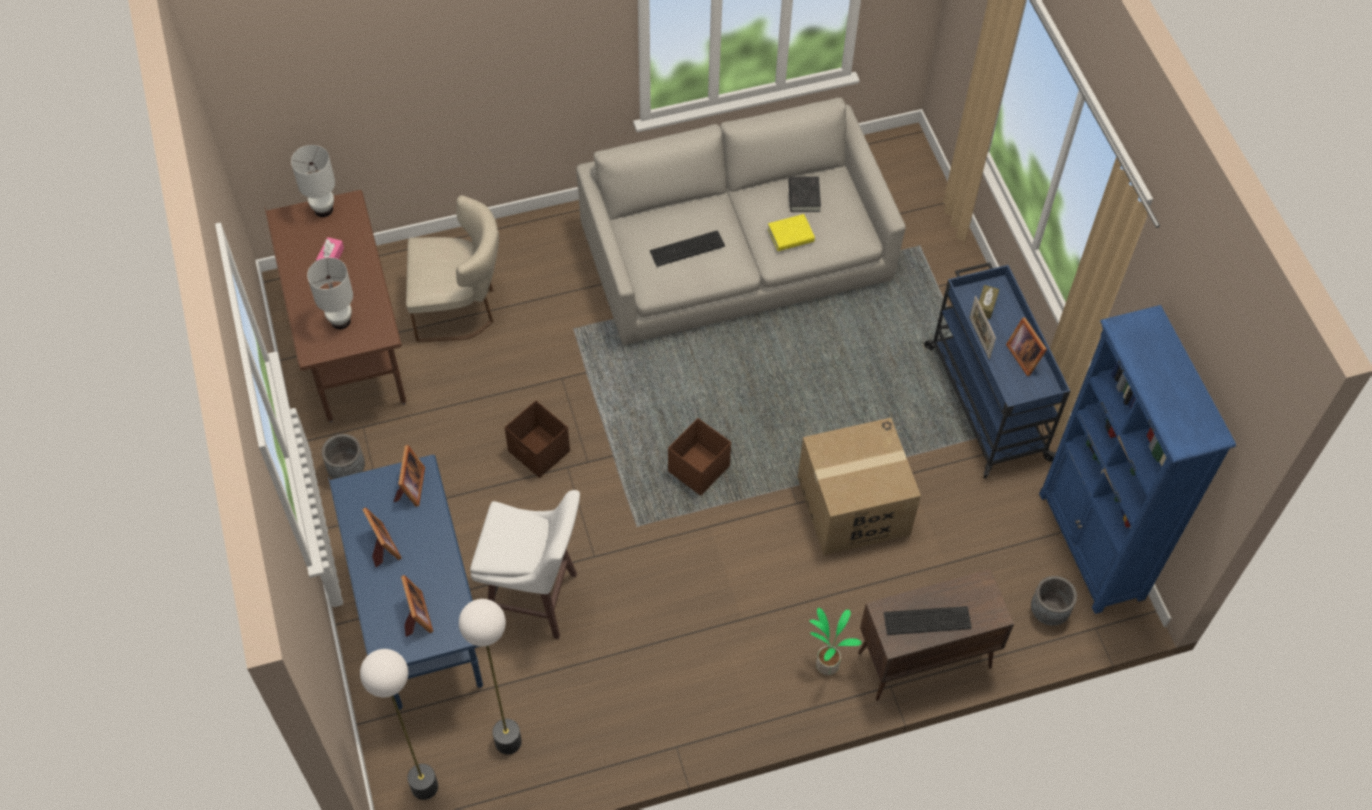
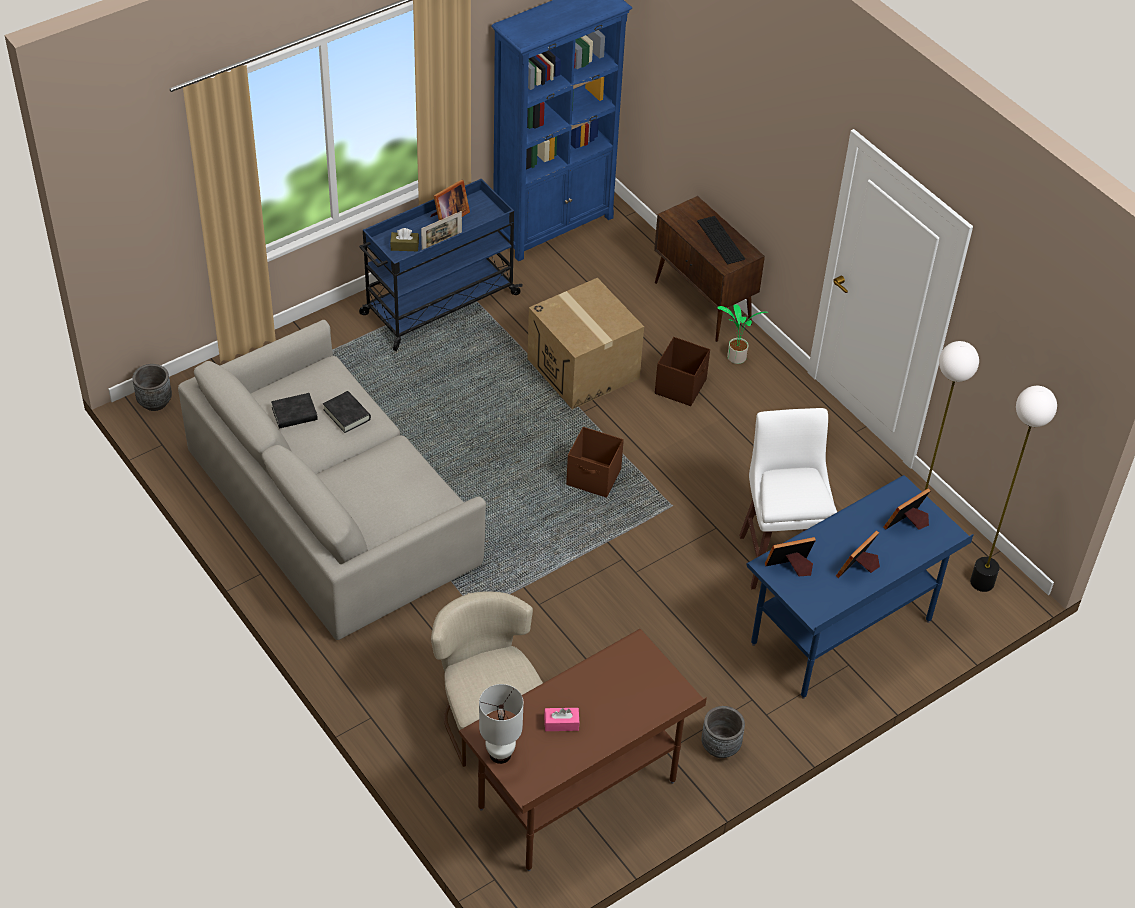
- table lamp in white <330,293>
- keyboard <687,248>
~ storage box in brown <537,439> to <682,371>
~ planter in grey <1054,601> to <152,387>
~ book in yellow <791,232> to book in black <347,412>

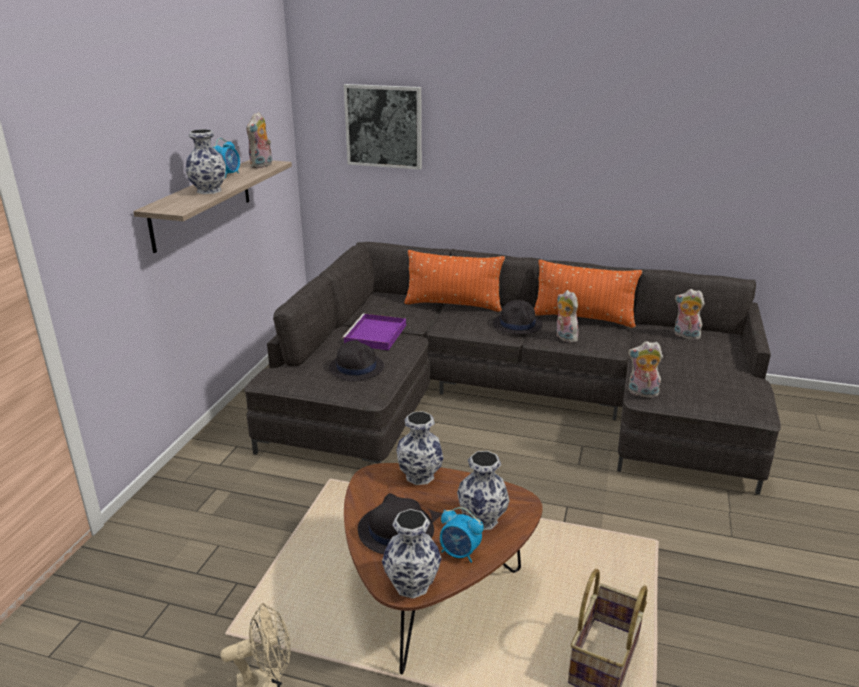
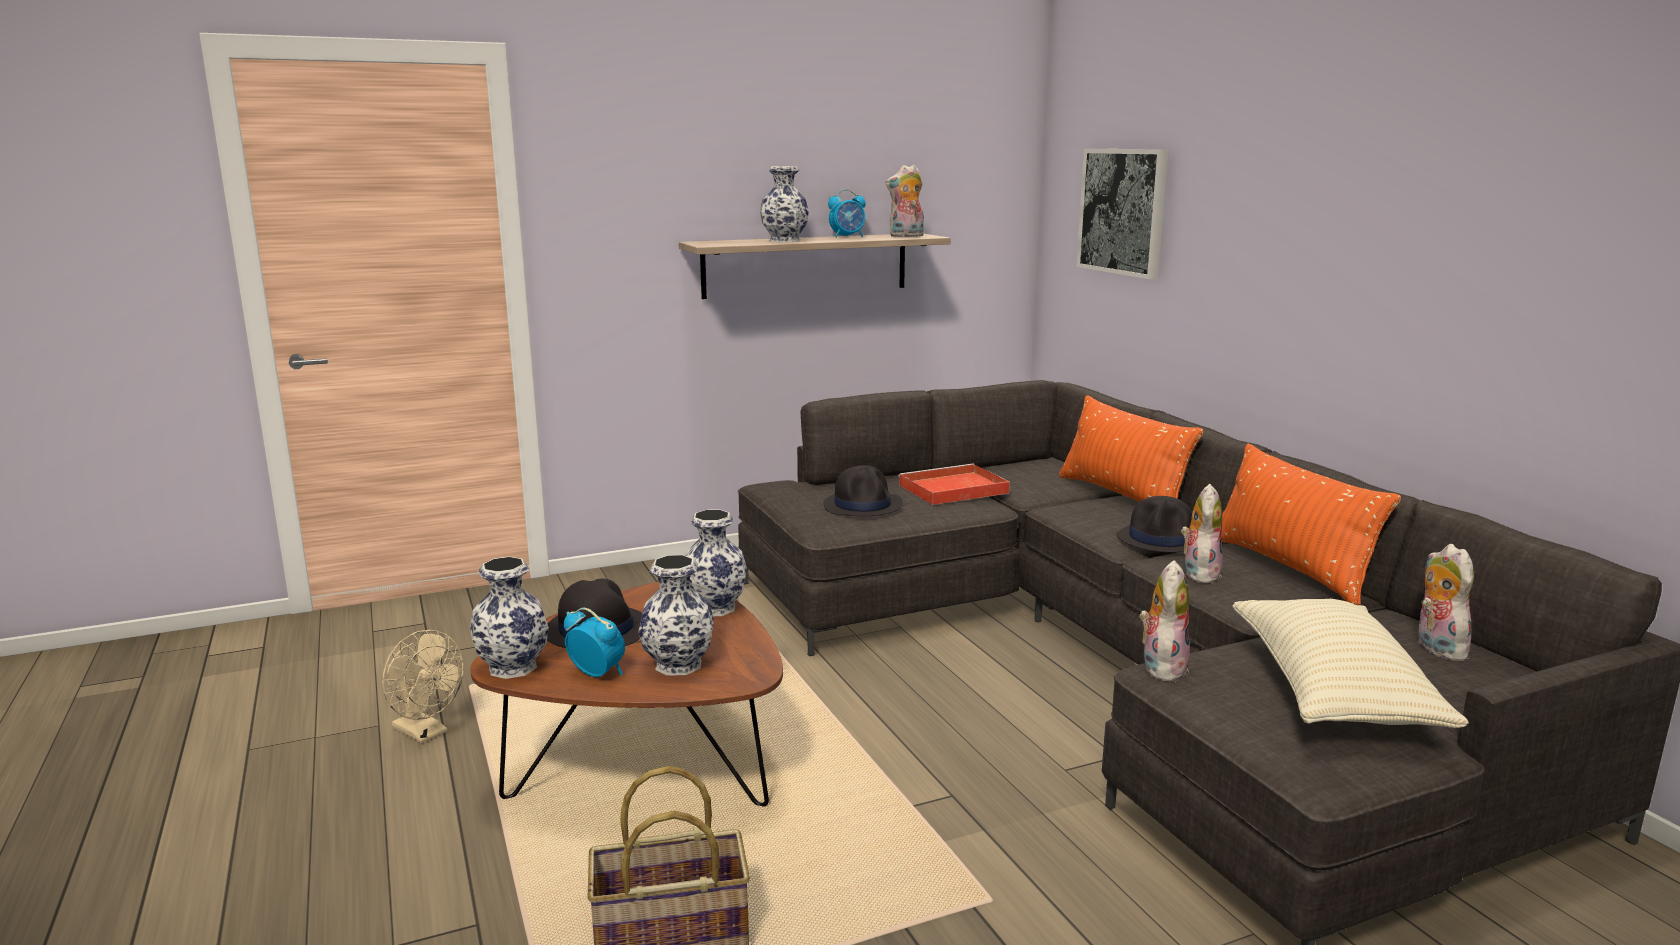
+ pillow in beige <1351,663>
~ tray in purple <374,332> to tray in red <954,484>
~ alarm clock <462,535> = <594,642> 135 degrees clockwise
~ plush toy <645,369> = <1164,620> 45 degrees clockwise

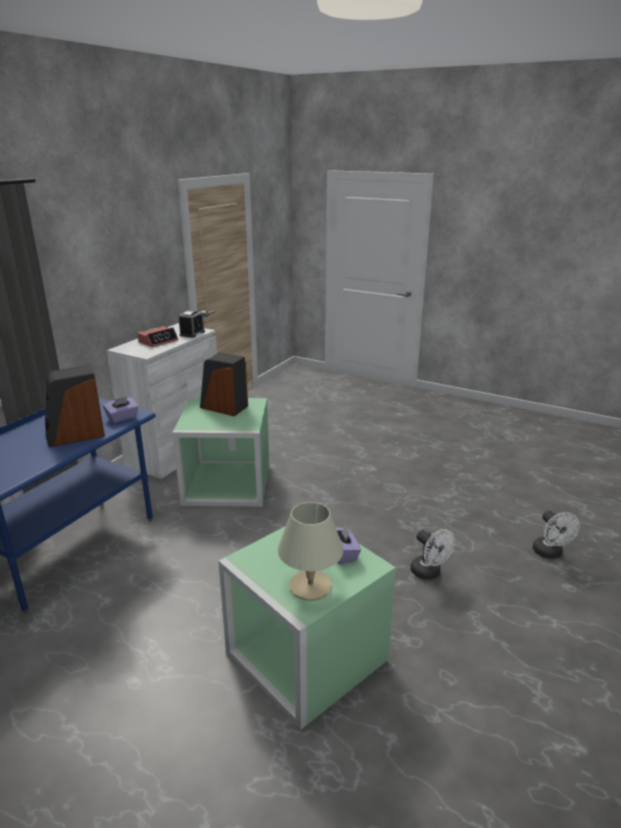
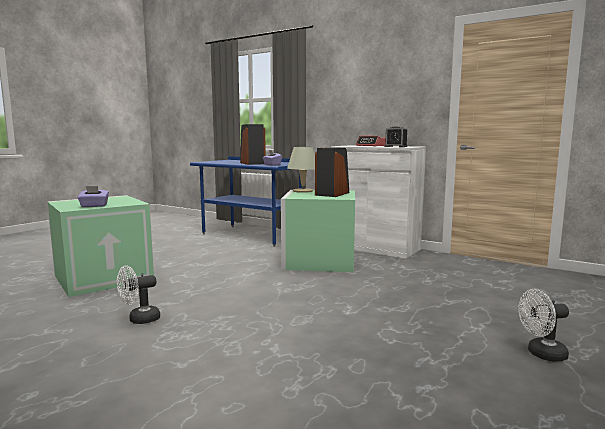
~ table lamp in beige <310,551> to <301,170>
~ fan in white <556,535> to <543,325>

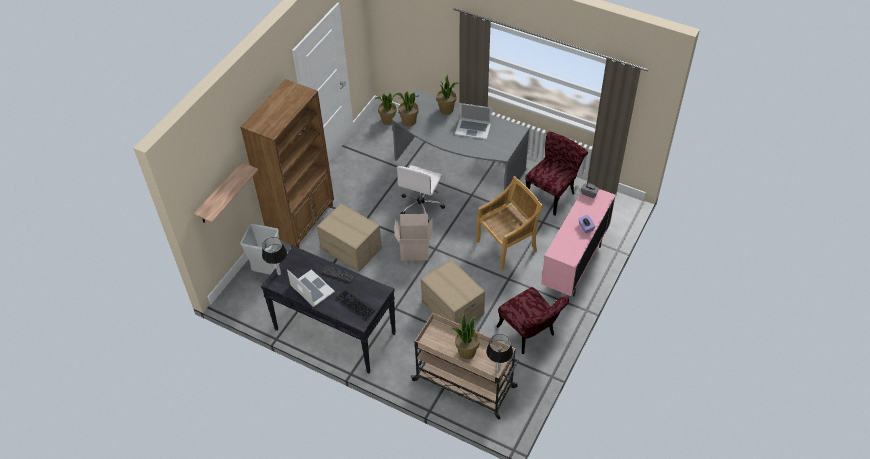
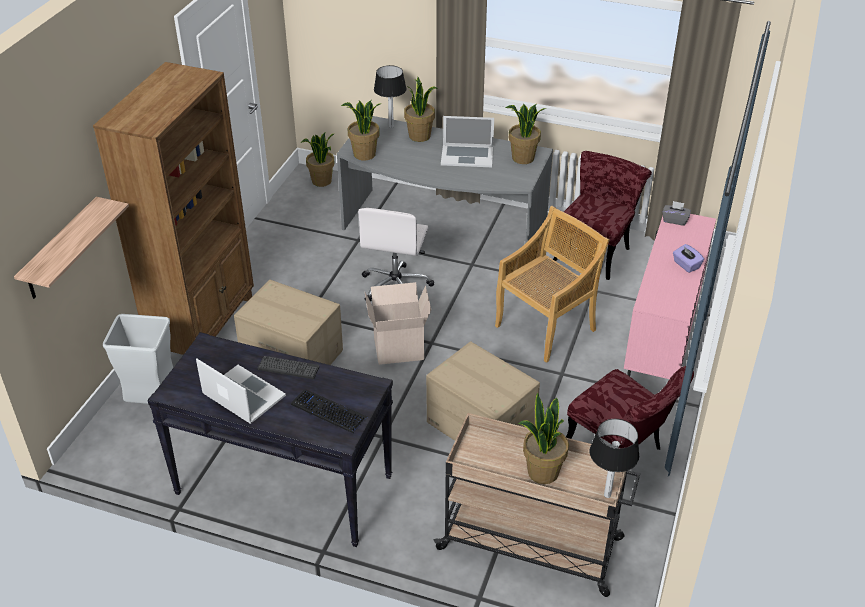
+ potted plant <526,133>
~ table lamp <274,256> to <390,96>

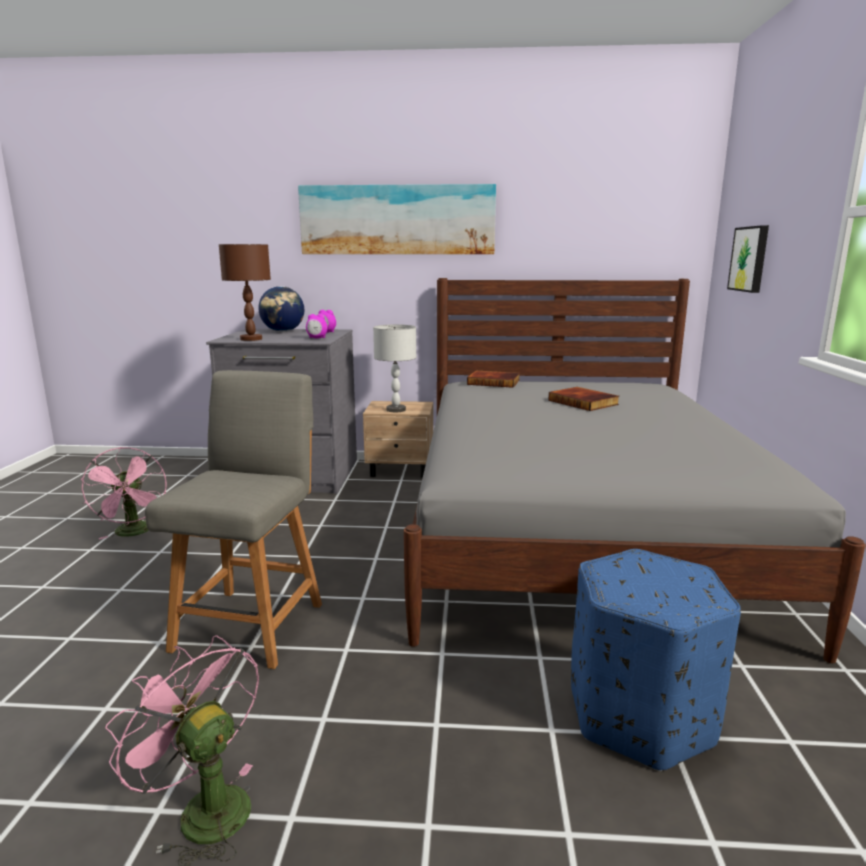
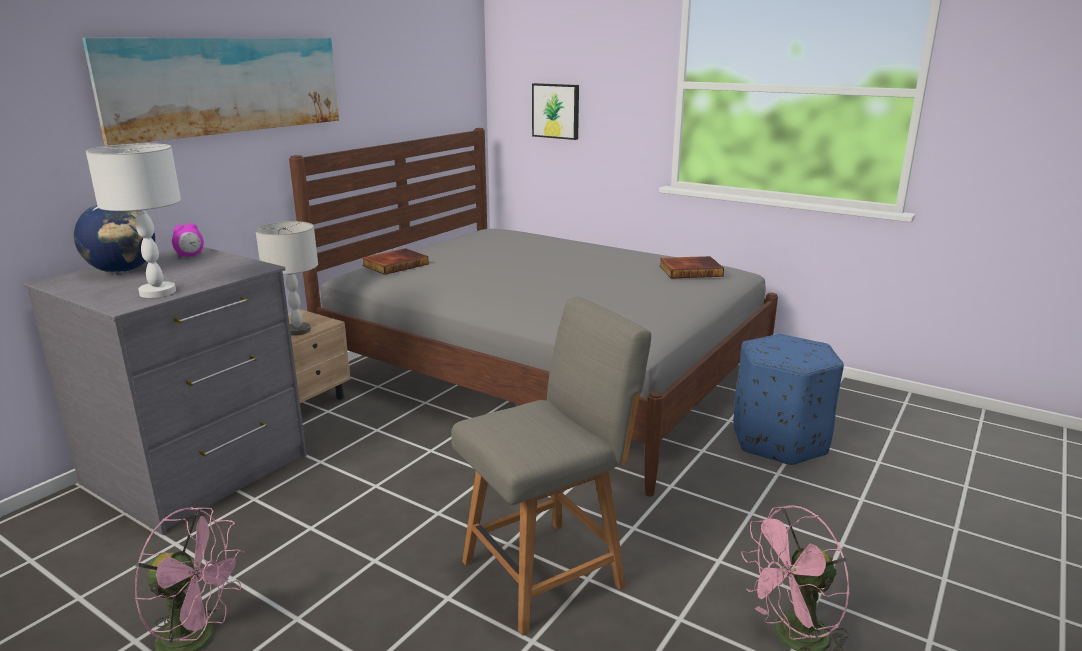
- alarm clock <316,326>
~ book <584,399> to <692,267>
~ table lamp in brown <245,292> to table lamp in white <133,220>
~ chair in grey <233,519> = <551,466> 105 degrees clockwise

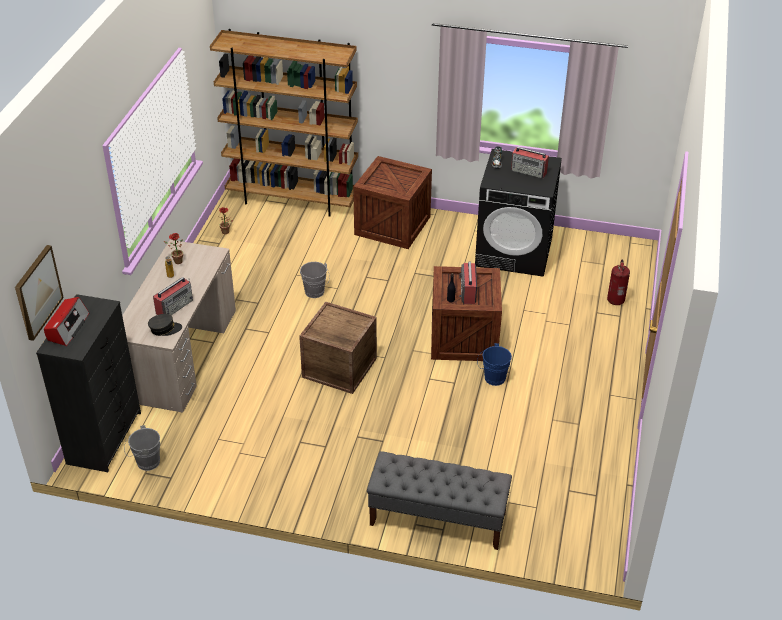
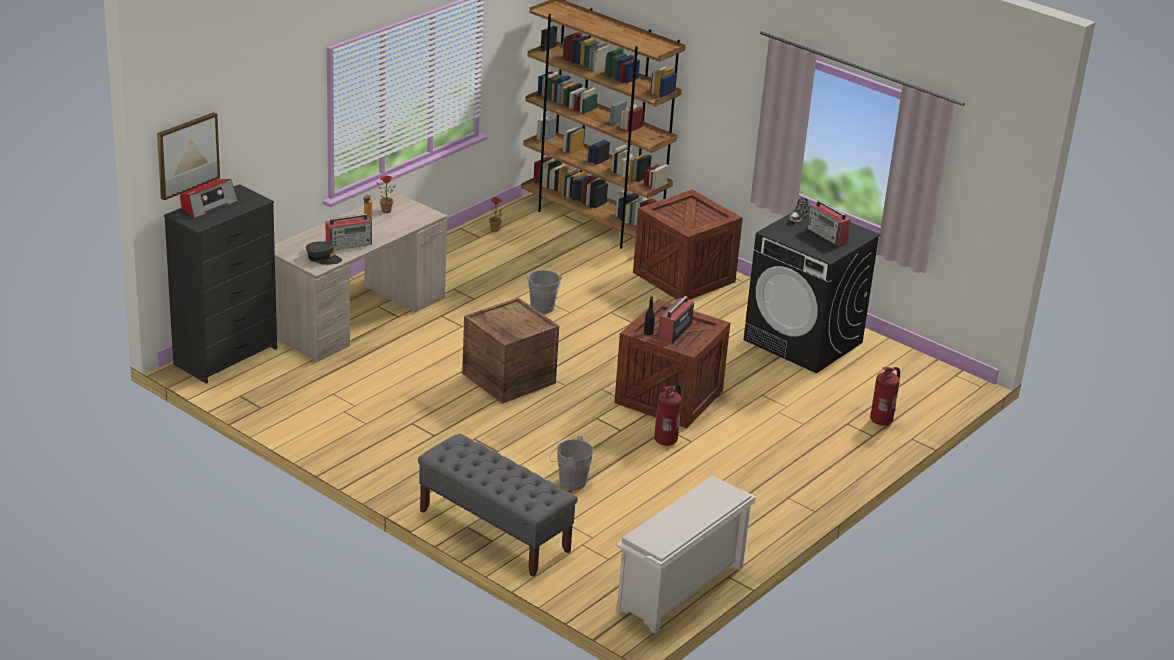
+ shoe rack in white <686,555>
~ bucket in grey <142,448> to <572,463>
~ bucket in blue <494,364> to fire extinguisher <668,415>

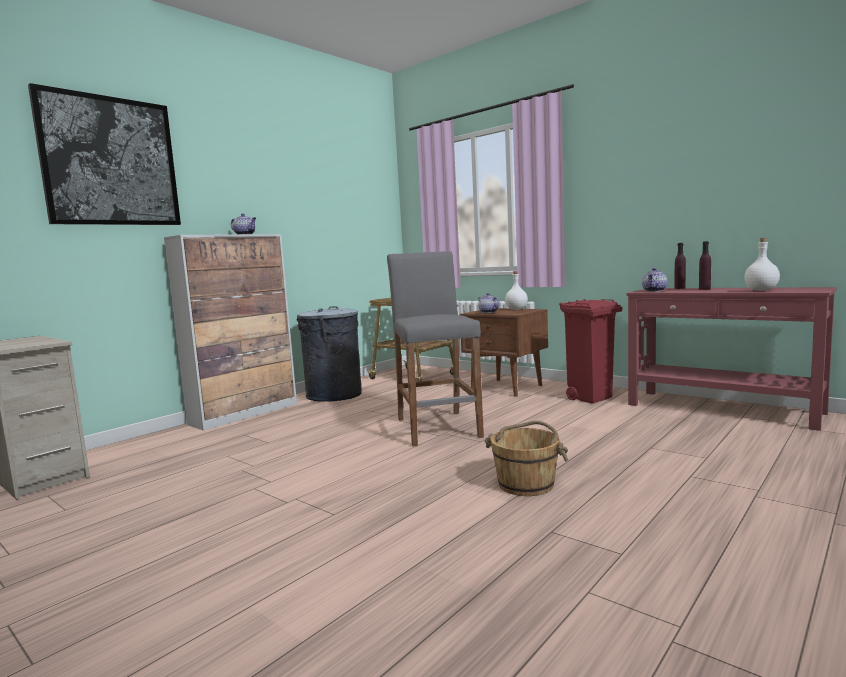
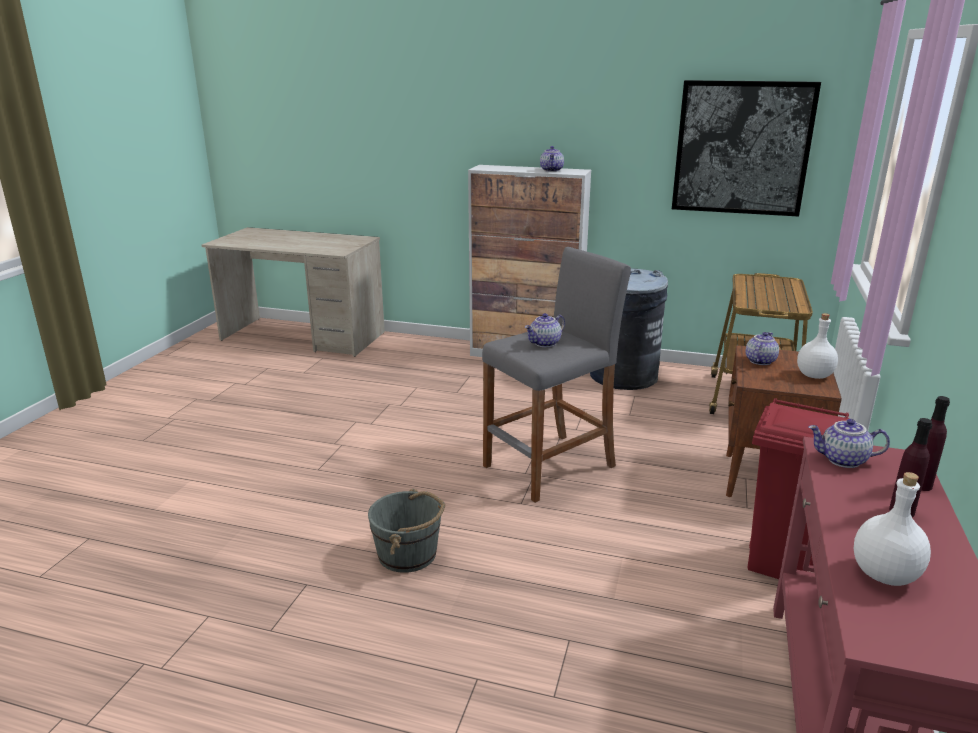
+ teapot <545,330>
~ picture <104,154> to <746,148>
~ bucket in brown <526,458> to bucket in grey <406,531>

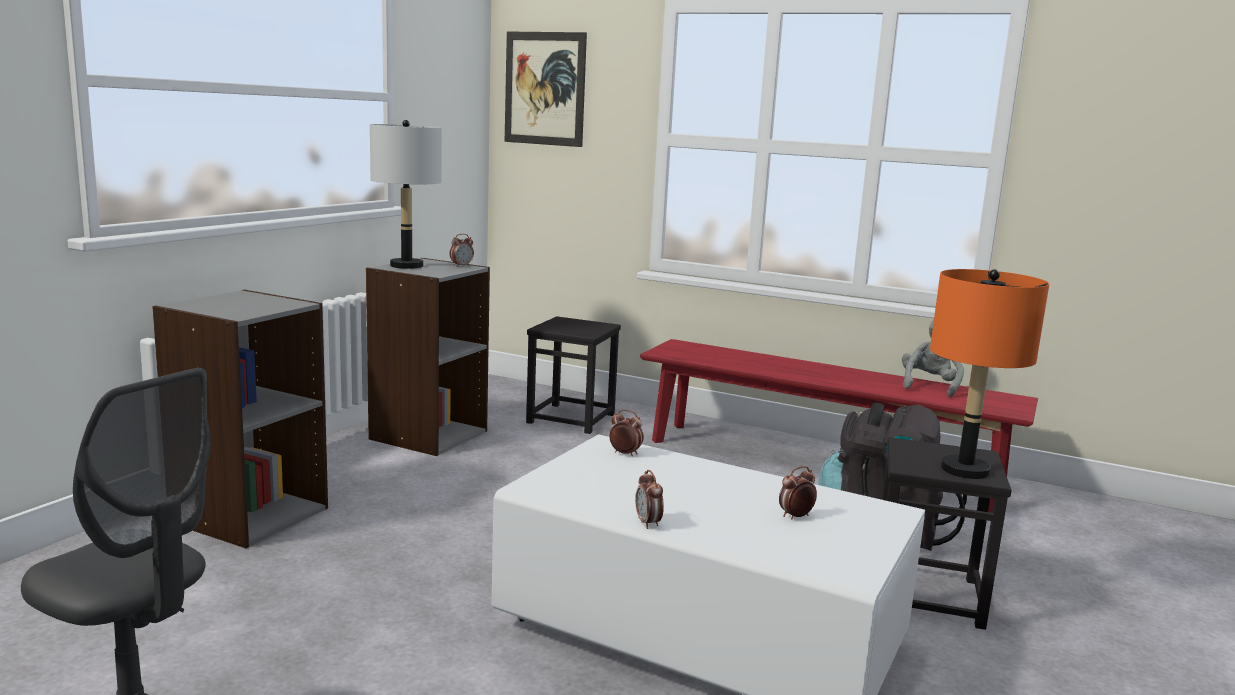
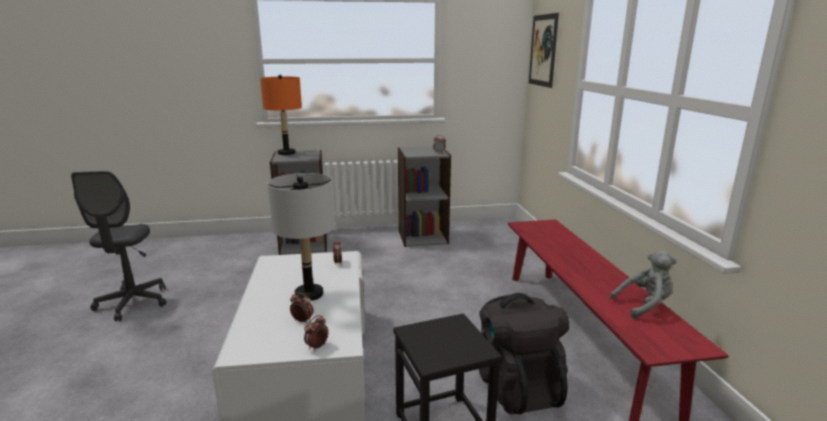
- stool in black <573,375>
~ table lamp in grey <406,194> to <301,237>
~ alarm clock <649,499> to <316,333>
~ table lamp in orange <989,374> to <281,115>

